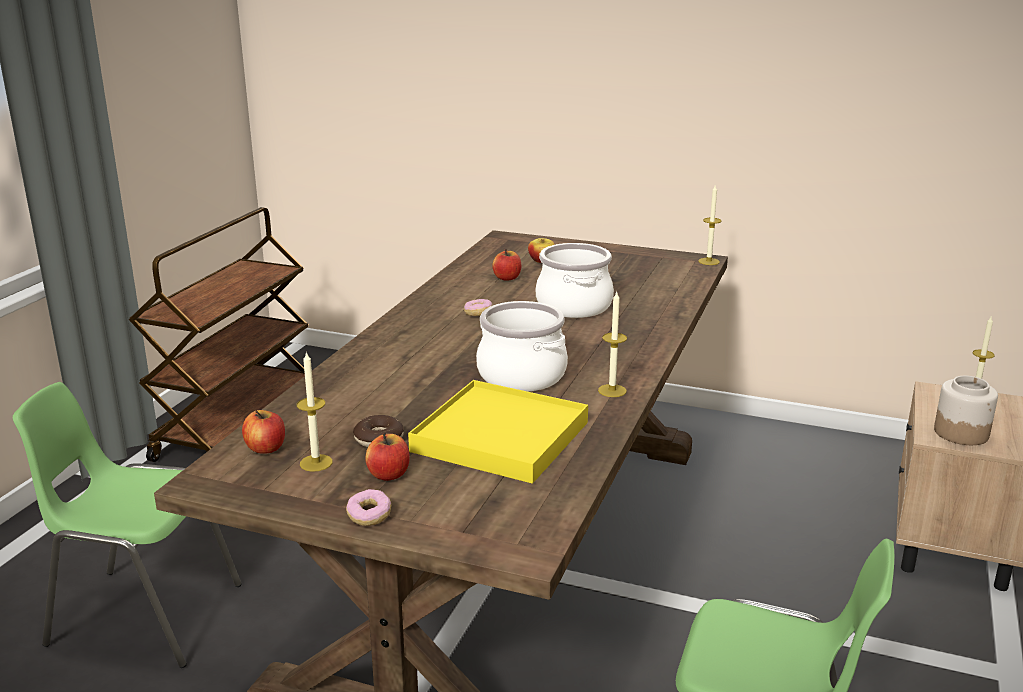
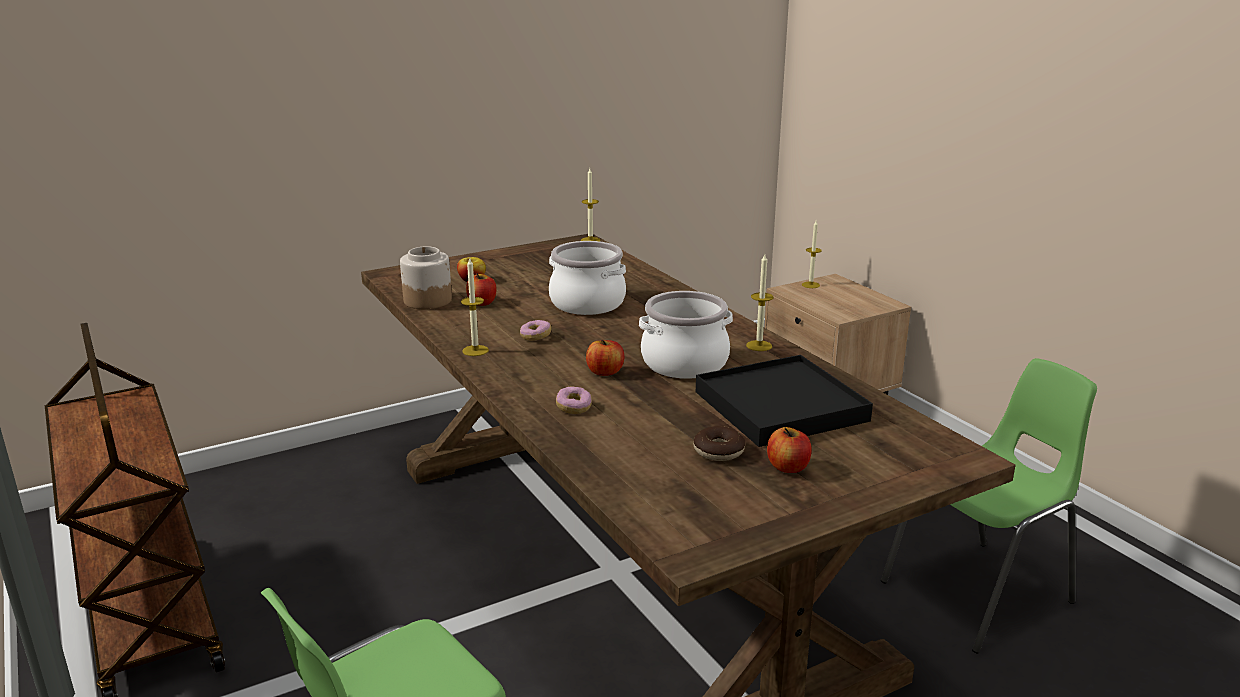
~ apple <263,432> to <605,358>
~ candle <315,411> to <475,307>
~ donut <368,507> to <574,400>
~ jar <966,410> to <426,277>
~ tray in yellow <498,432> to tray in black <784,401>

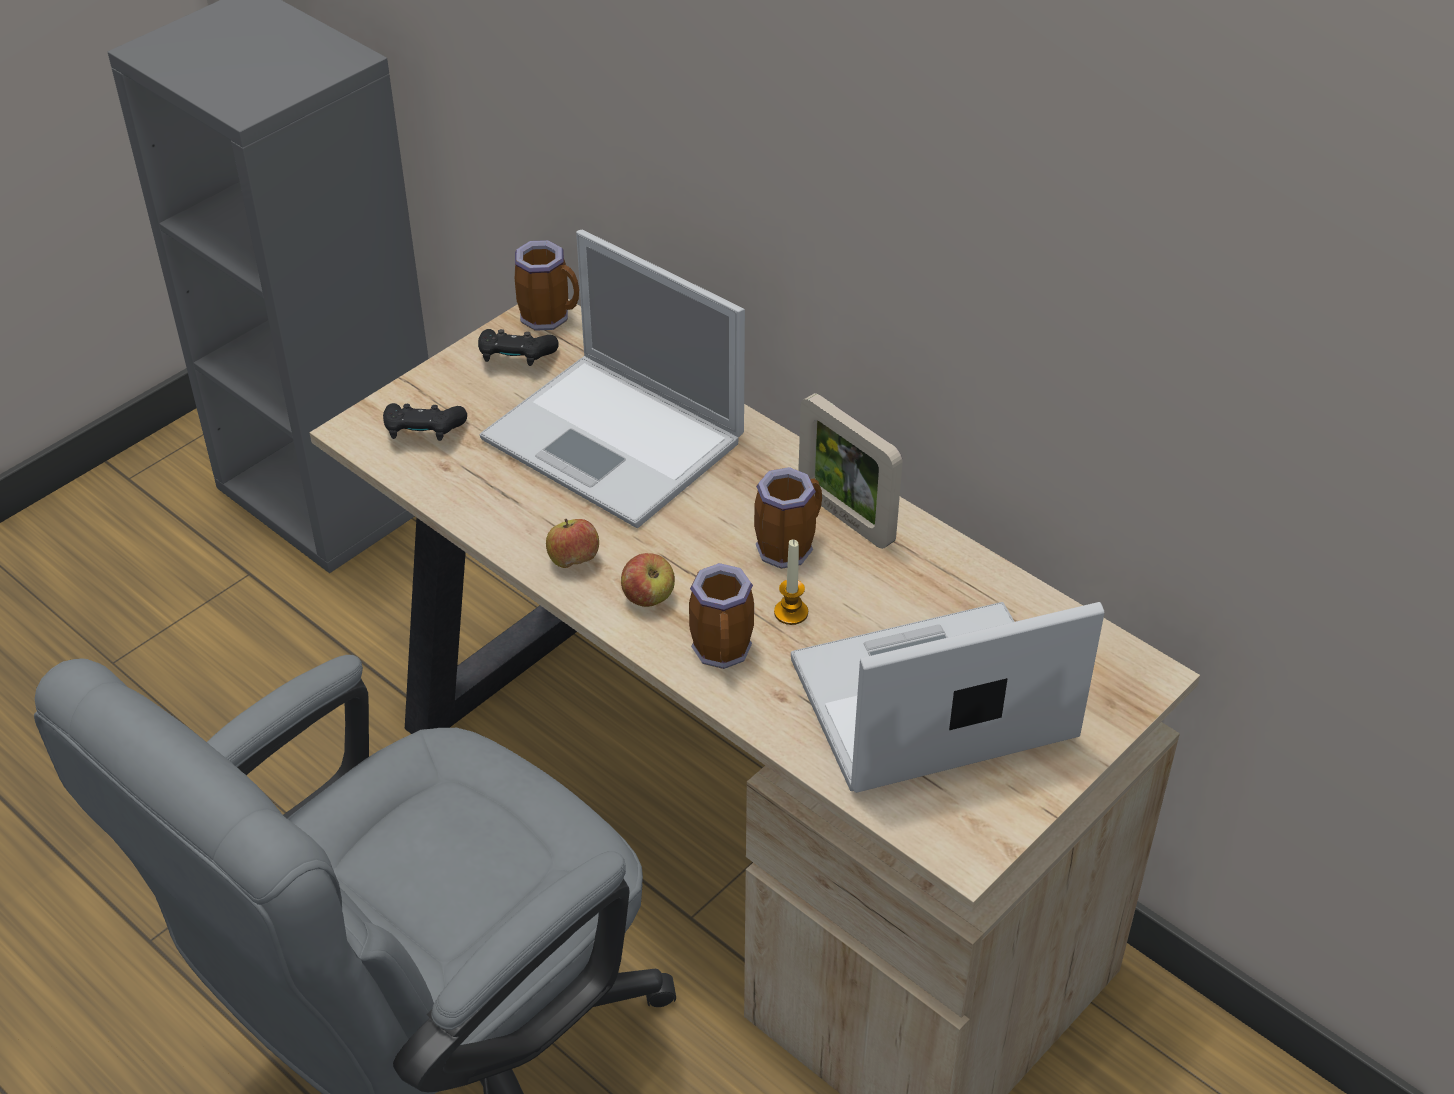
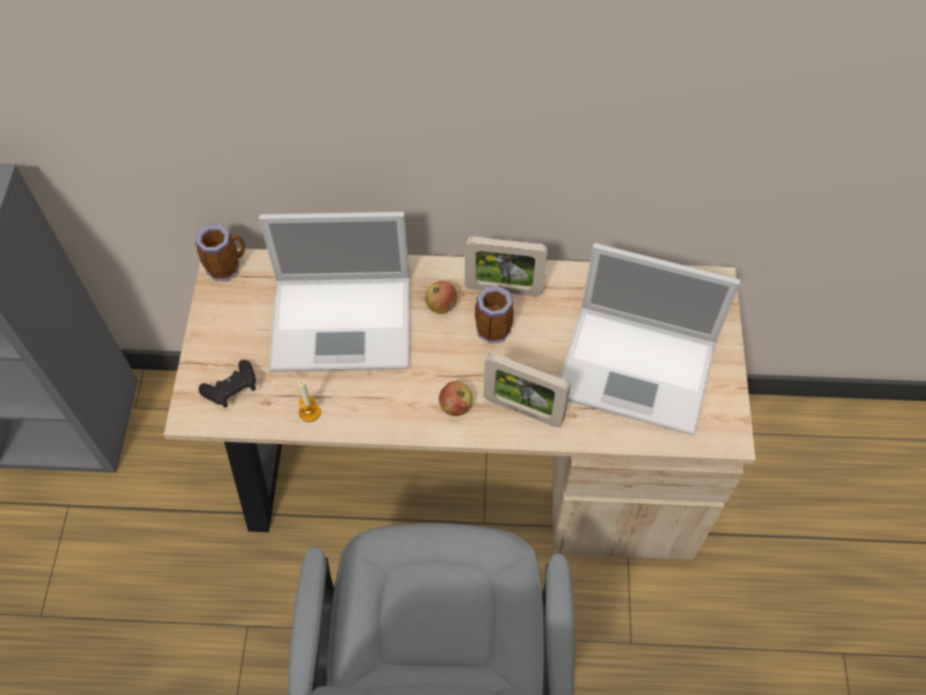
- game controller in black <518,347>
~ apple <572,543> to <441,297>
~ candle <791,582> to <310,401>
~ mug <721,616> to picture frame <526,390>
~ laptop <948,697> = <650,339> 105 degrees counterclockwise

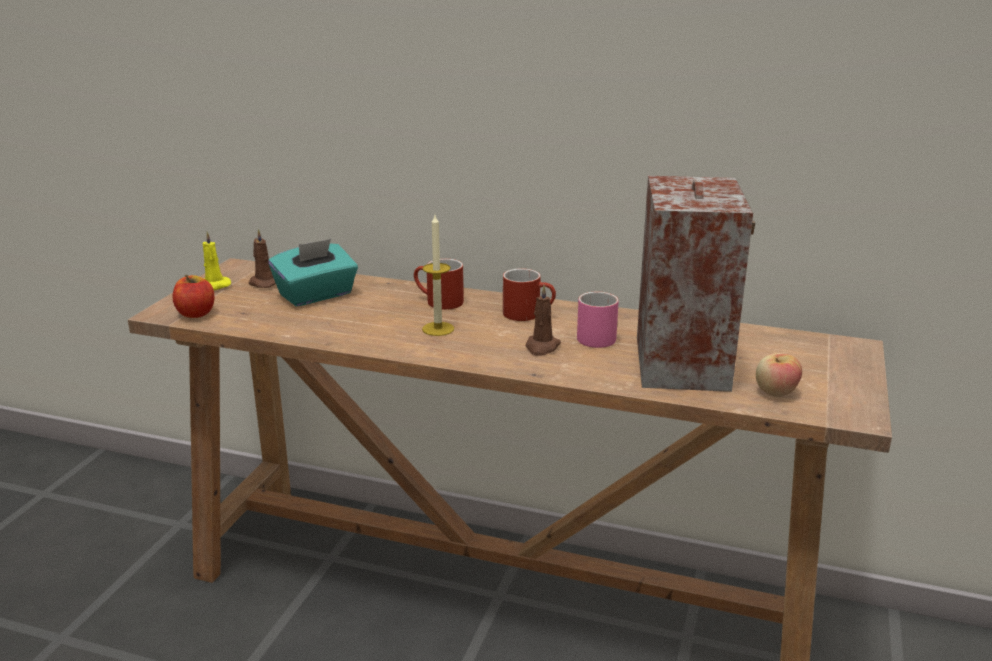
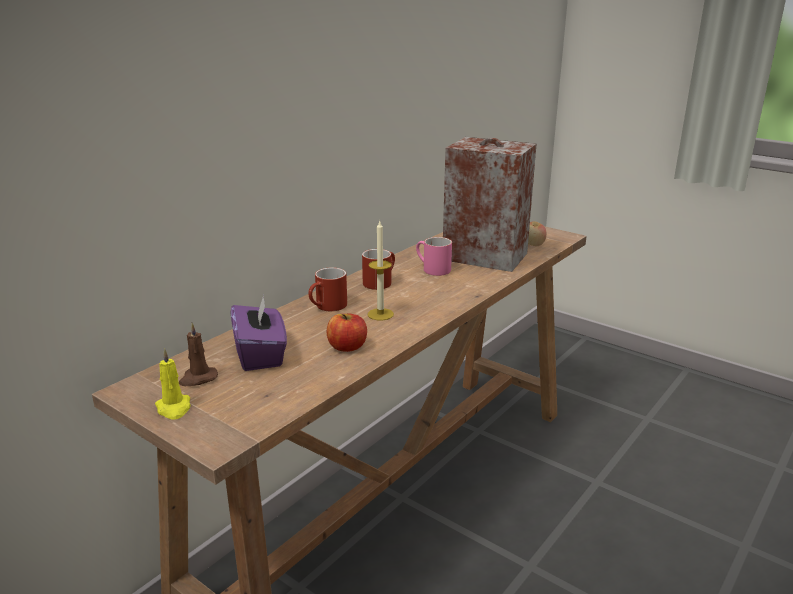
- candle in brown <543,320>
~ apple <193,296> to <347,333>
~ tissue box in turquoise <313,273> to tissue box in purple <259,333>

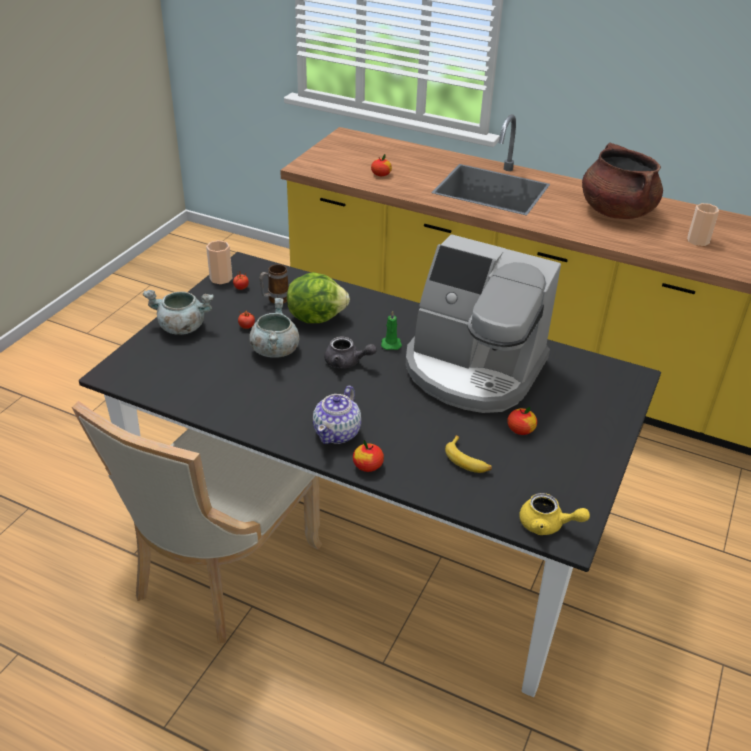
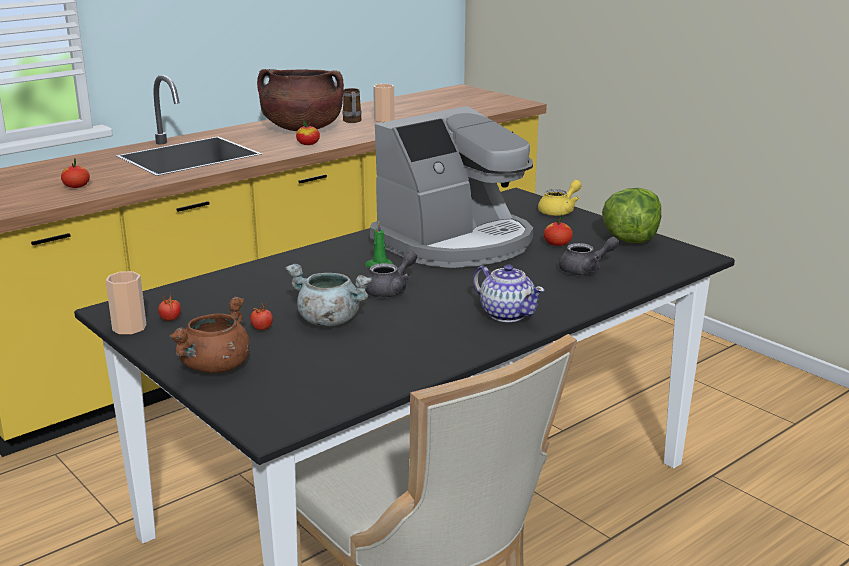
~ mug <274,284> to <352,105>
~ lettuce <318,297> to <631,215>
~ apple <368,456> to <308,132>
~ teapot in yellow <554,514> to <560,198>
~ banana <468,454> to teapot in grey <589,256>
~ cooking pot in grey <178,312> to cooking pot in brown <209,335>

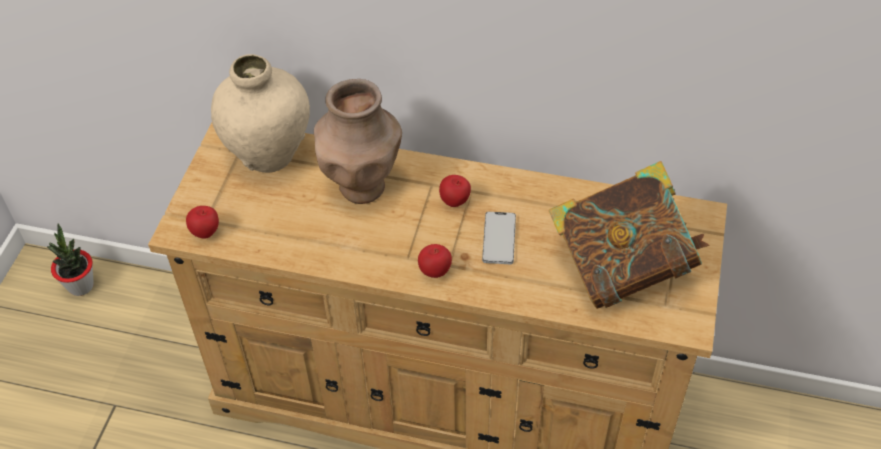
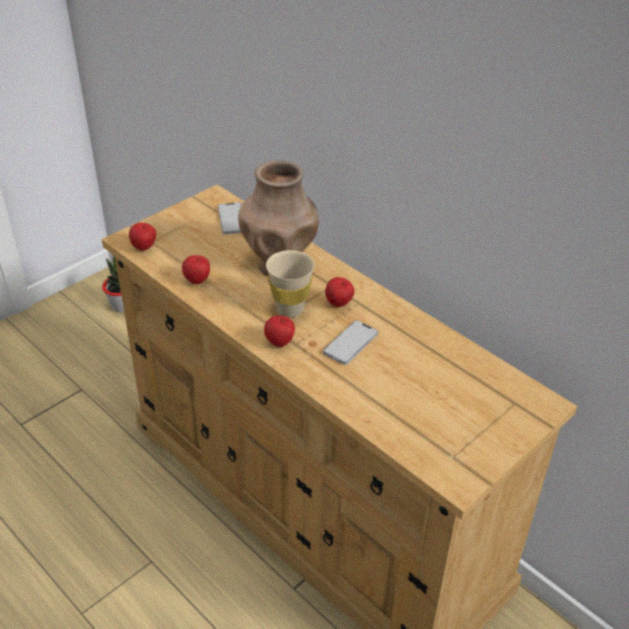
- book <628,235>
+ apple <196,270>
+ cup in beige <290,284>
~ vase in beige <260,113> to phone <230,218>

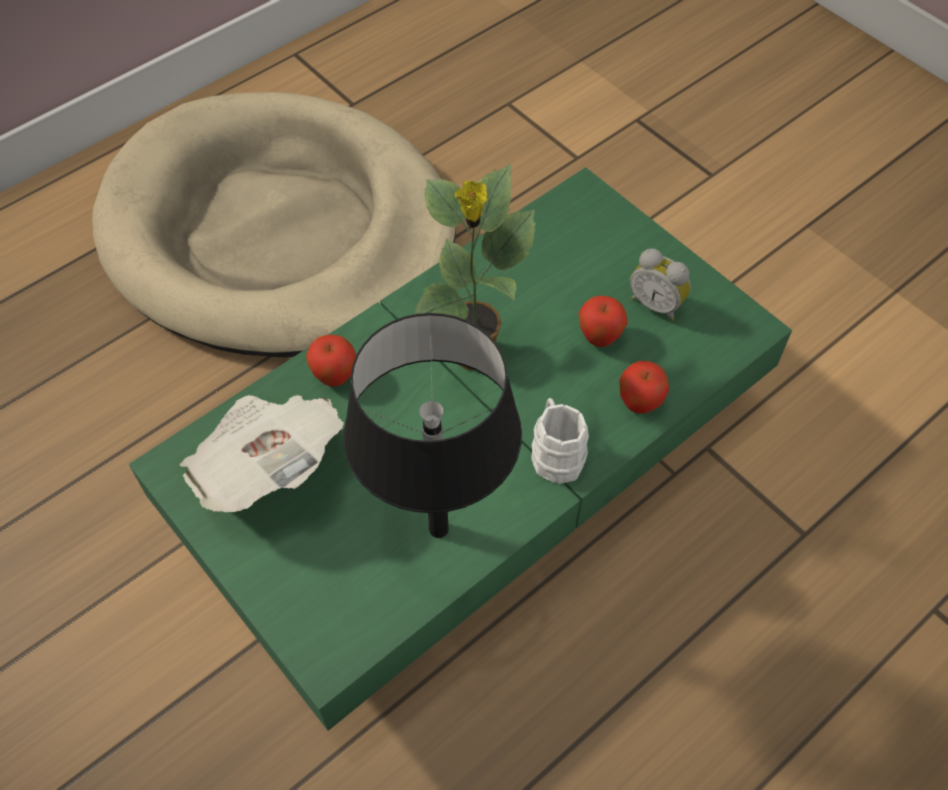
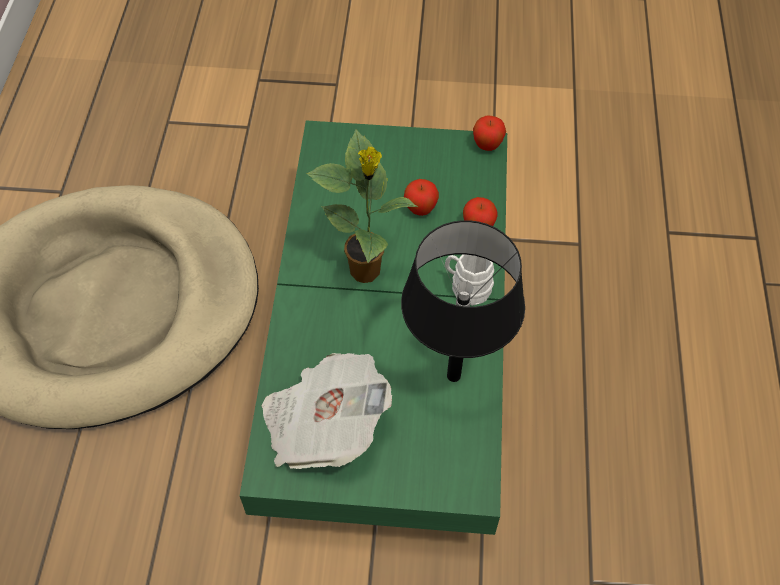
- alarm clock <660,284>
~ apple <331,361> to <489,133>

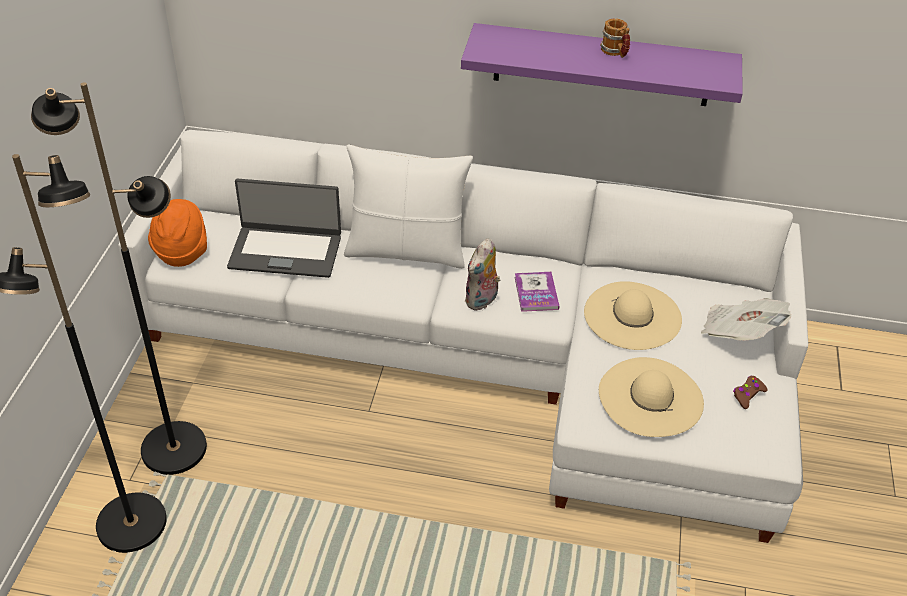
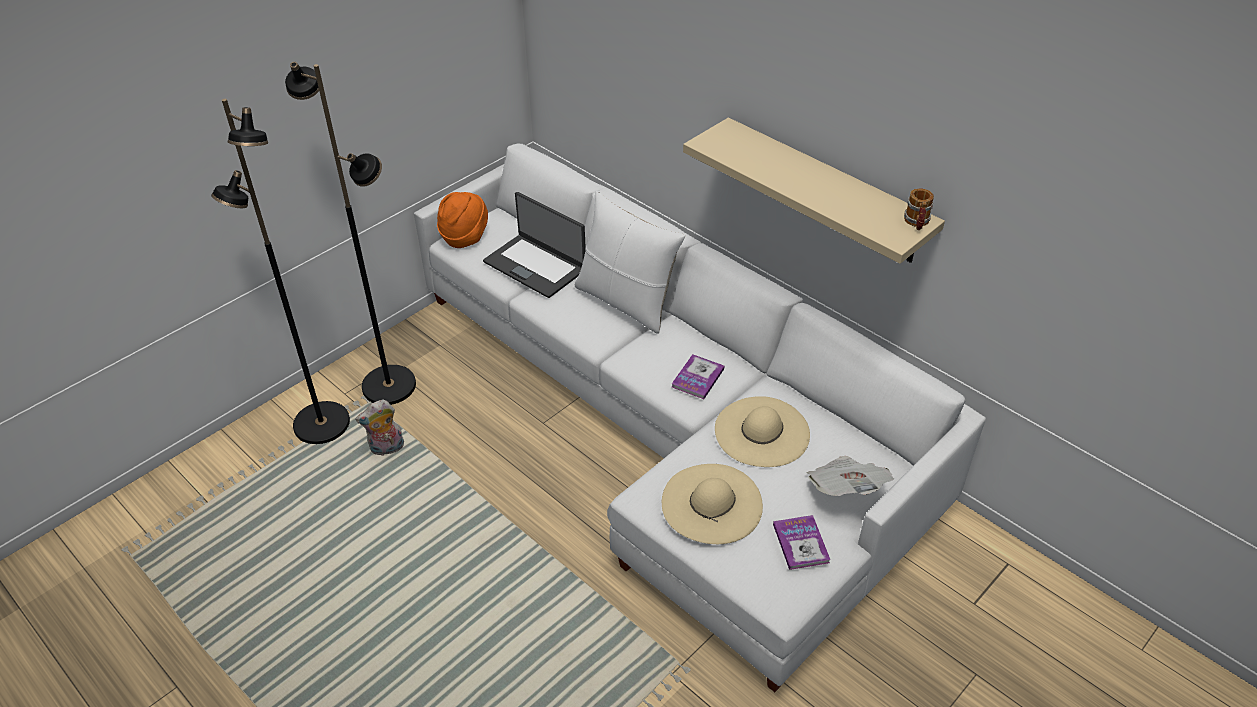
~ plush toy <482,274> to <380,427>
~ mug <615,38> to <919,209>
~ game controller in brown <750,392> to book <802,542>
~ shelf in purple <602,64> to shelf in beige <814,190>

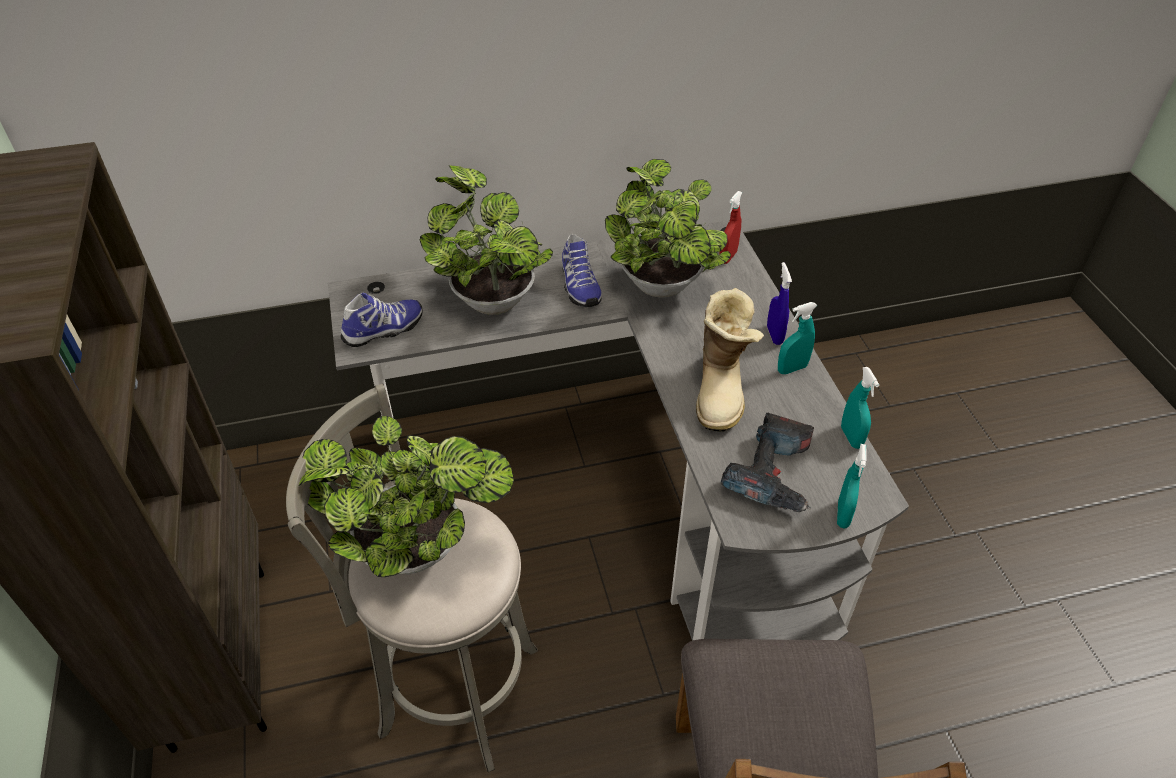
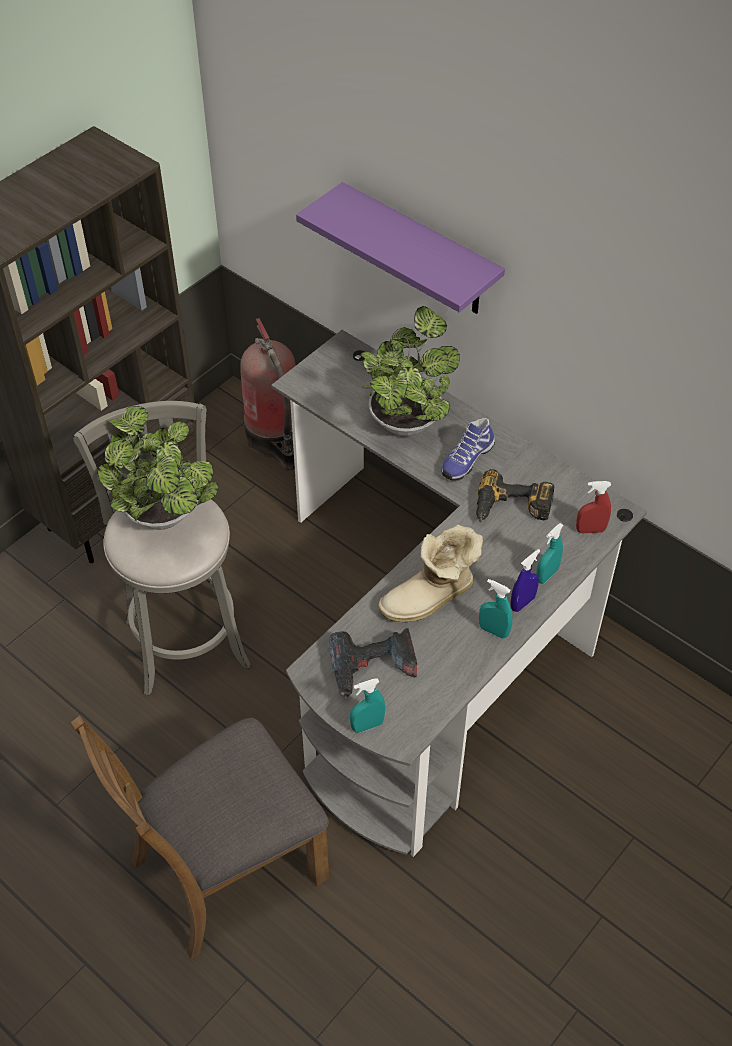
- shoe <382,320>
+ fire extinguisher <268,394>
+ shelf in purple <400,248>
~ spray bottle in turquoise <860,408> to <549,553>
~ potted plant <668,228> to power drill <515,495>

